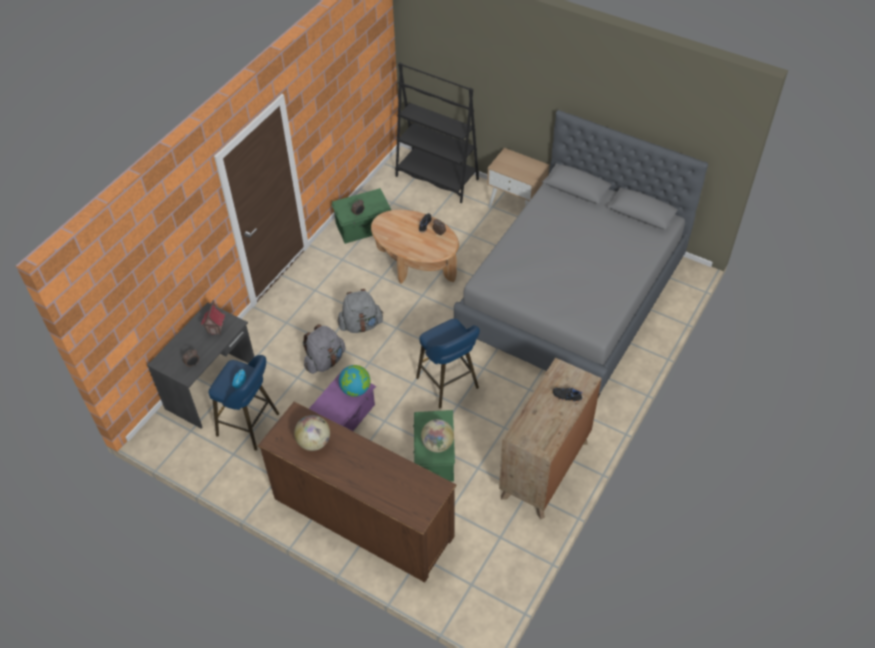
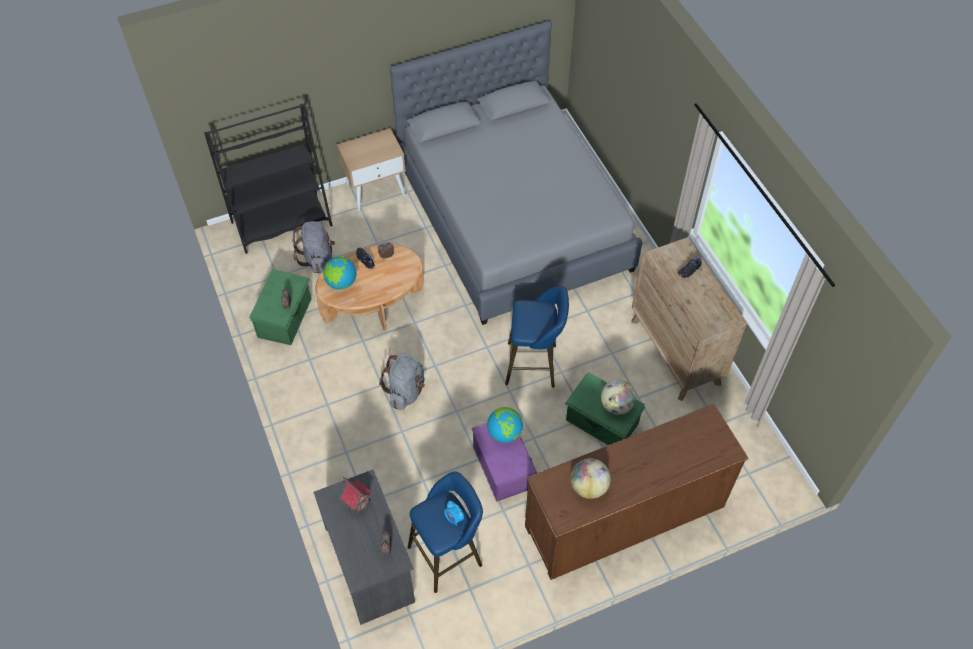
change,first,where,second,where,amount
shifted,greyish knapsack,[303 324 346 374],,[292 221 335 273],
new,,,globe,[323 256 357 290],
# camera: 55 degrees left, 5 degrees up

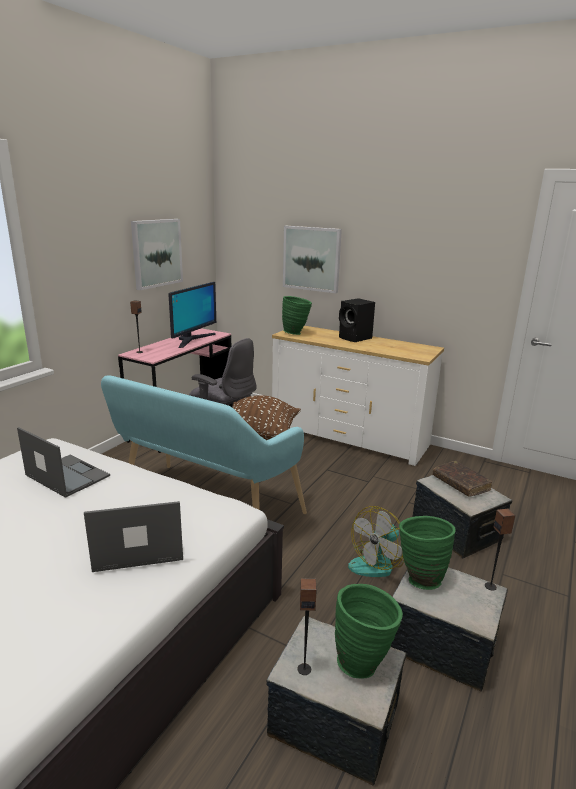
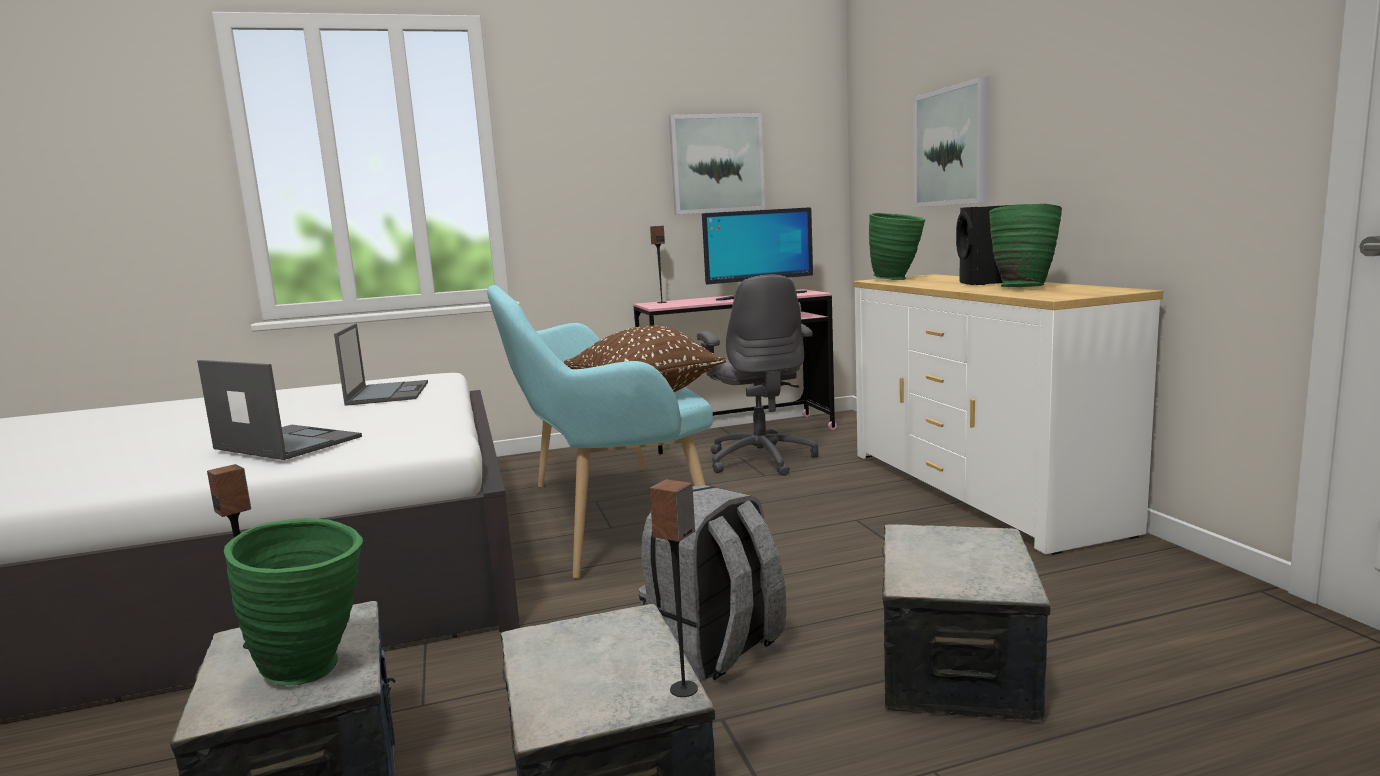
change,first,where,second,where,amount
swapped,fan,[348 506 404 577],greyish knapsack,[639 485 787 681],
shifted,green flower vase,[399 516 456 590],,[989 204 1062 287],
gone,brown book,[433 461 492 497],,,
# camera: 45 degrees right, 10 degrees down

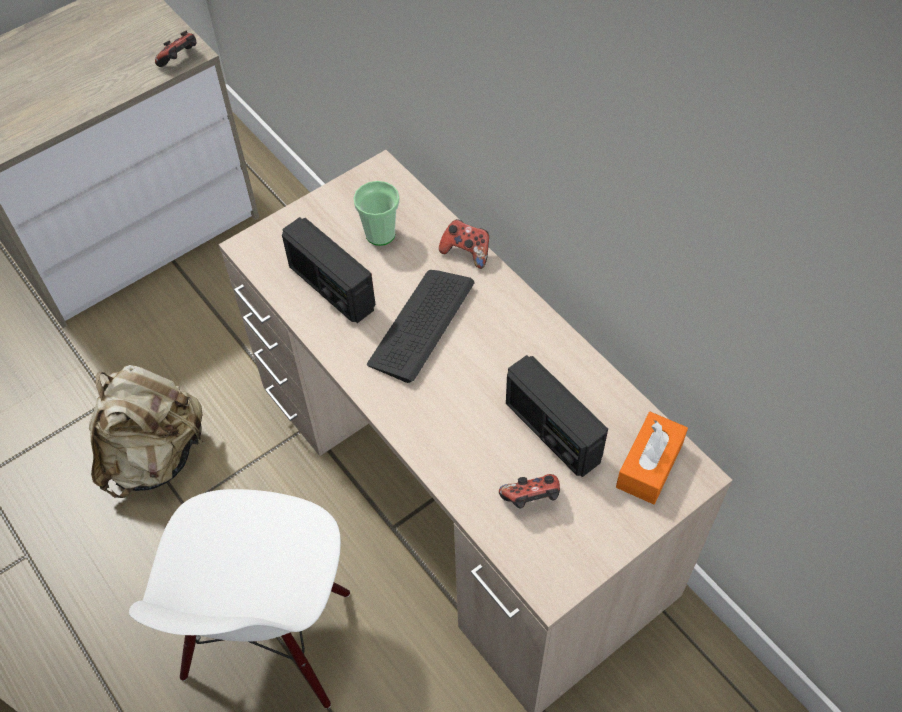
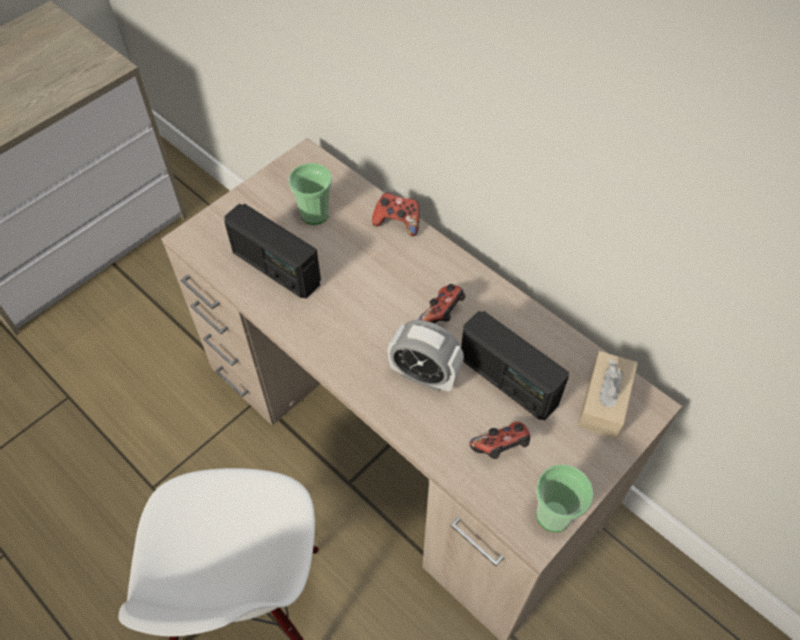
change,first,where,second,where,amount
new,,,bedside clock,[387 320 464 392],
shifted,game controller,[155 31 196 67],,[418 284 466 324],
new,,,cup,[536 464 594 532],
repainted,orange box of tissues,[616 412 688 505],beige box of tissues,[578 351 638 439],
gone,beige knapsack,[89 365 206 498],,,
gone,keyboard,[367 270 474 383],,,
# camera: 10 degrees left, 0 degrees up

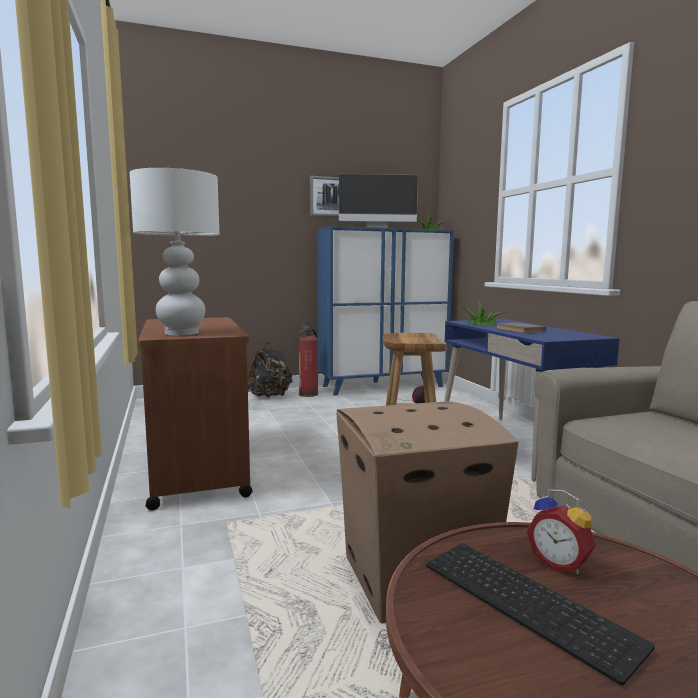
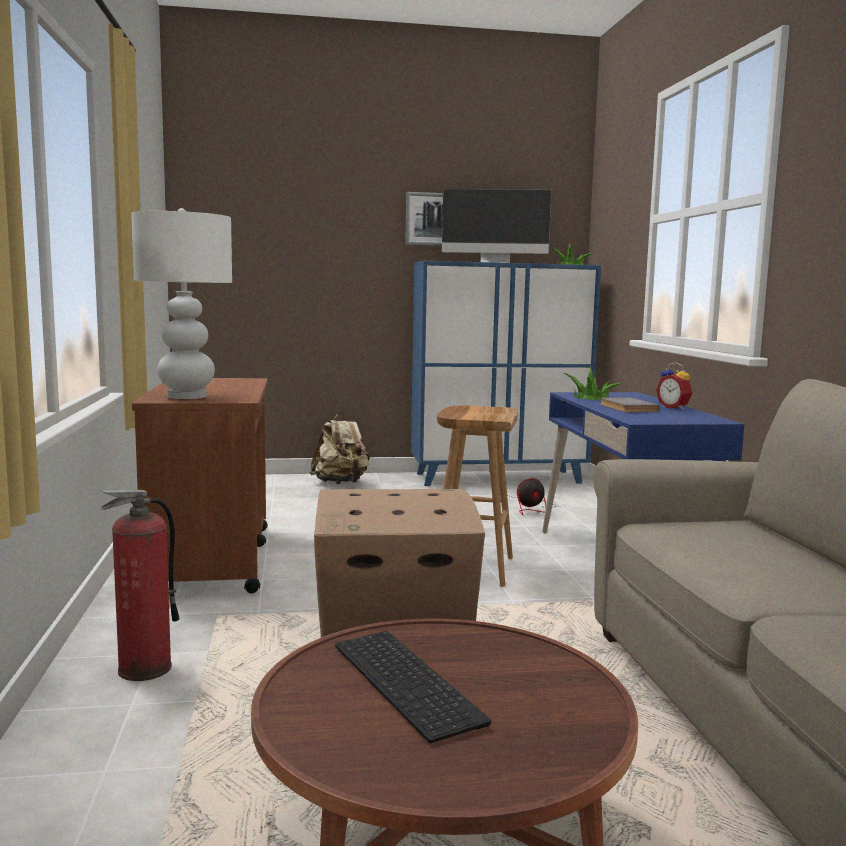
change,first,where,second,where,amount
shifted,extinguisher,[298 325 318 397],,[100 490 179 681],
repainted,blackish knapsack,[248 343 293 398],beige knapsack,[310 412 370 484],
shifted,bedside clock,[527 489 596 574],,[656 362 692 410],
# camera: 10 degrees right, 0 degrees up

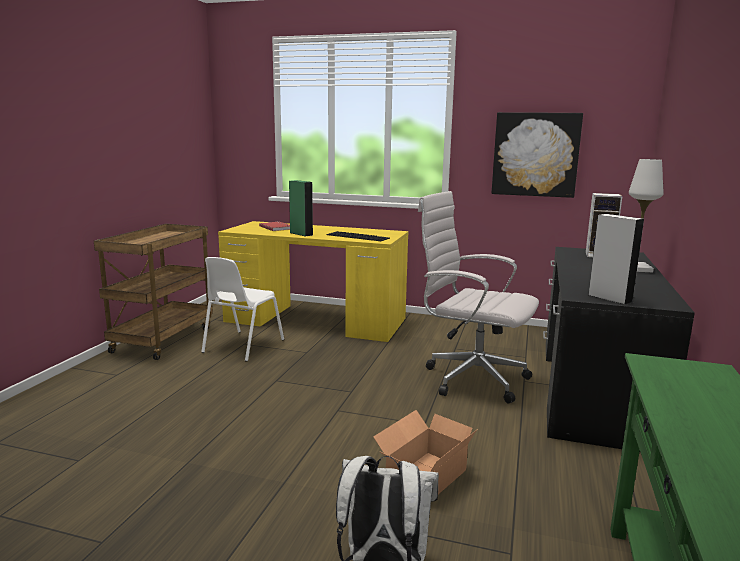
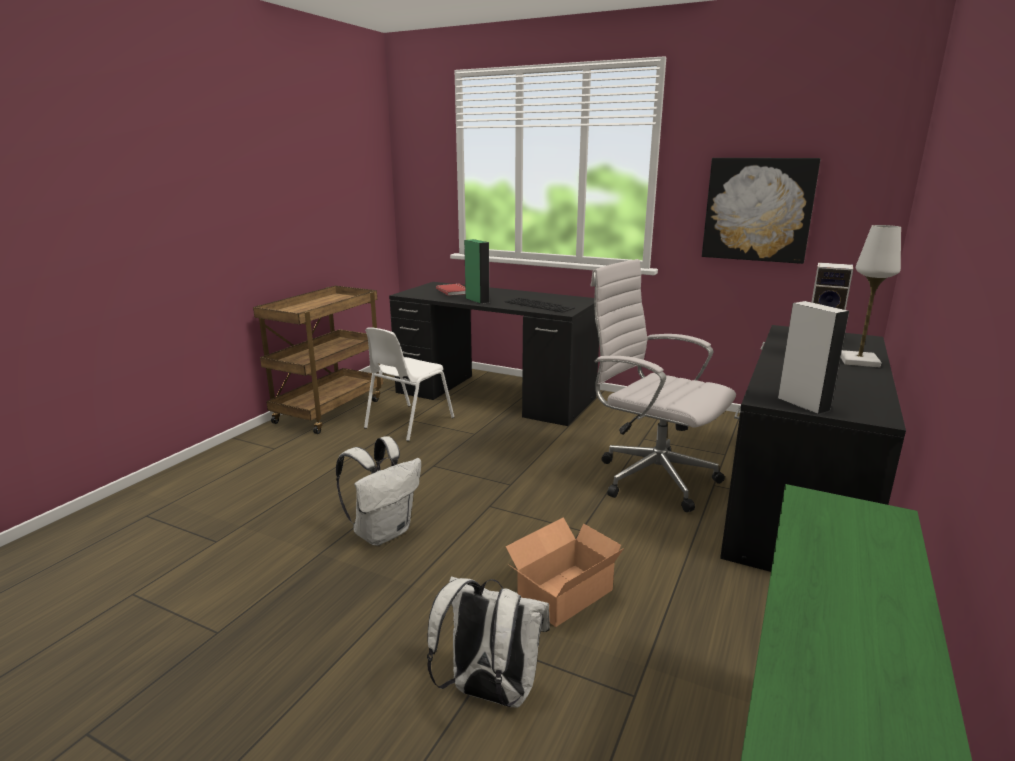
change,first,where,second,where,amount
new,,,white knapsack,[336 436 421 545],
repainted,yellow desk unit,[218 221 409 342],blackish desk unit,[389 282 599 426],
# camera: 10 degrees right, 5 degrees up

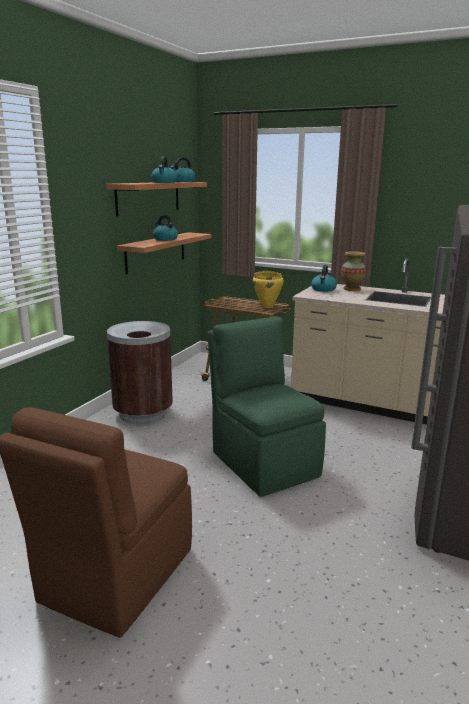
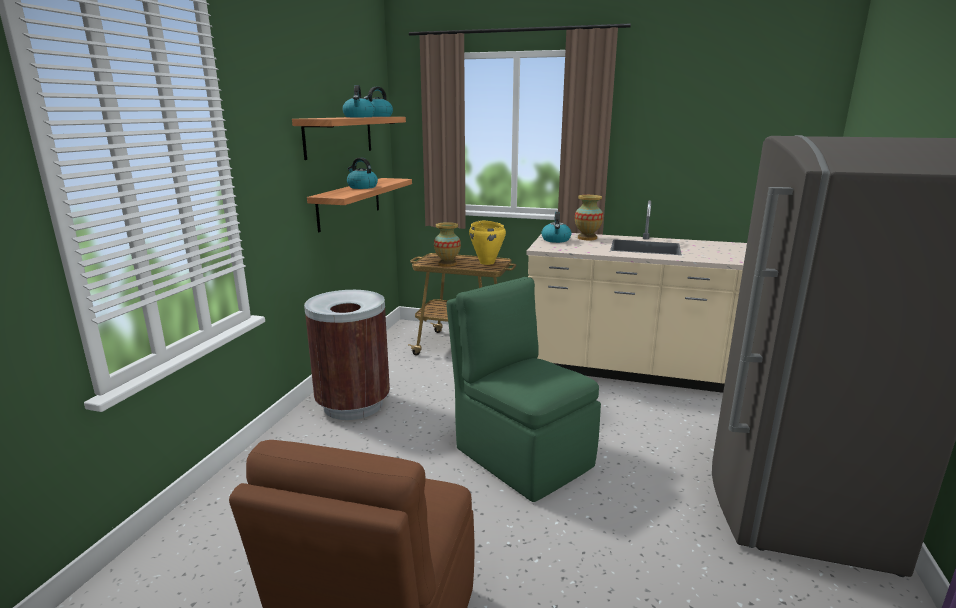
change,first,where,second,where,amount
new,,,flower vase,[434 222 461 267],
# camera: 10 degrees left, 0 degrees up

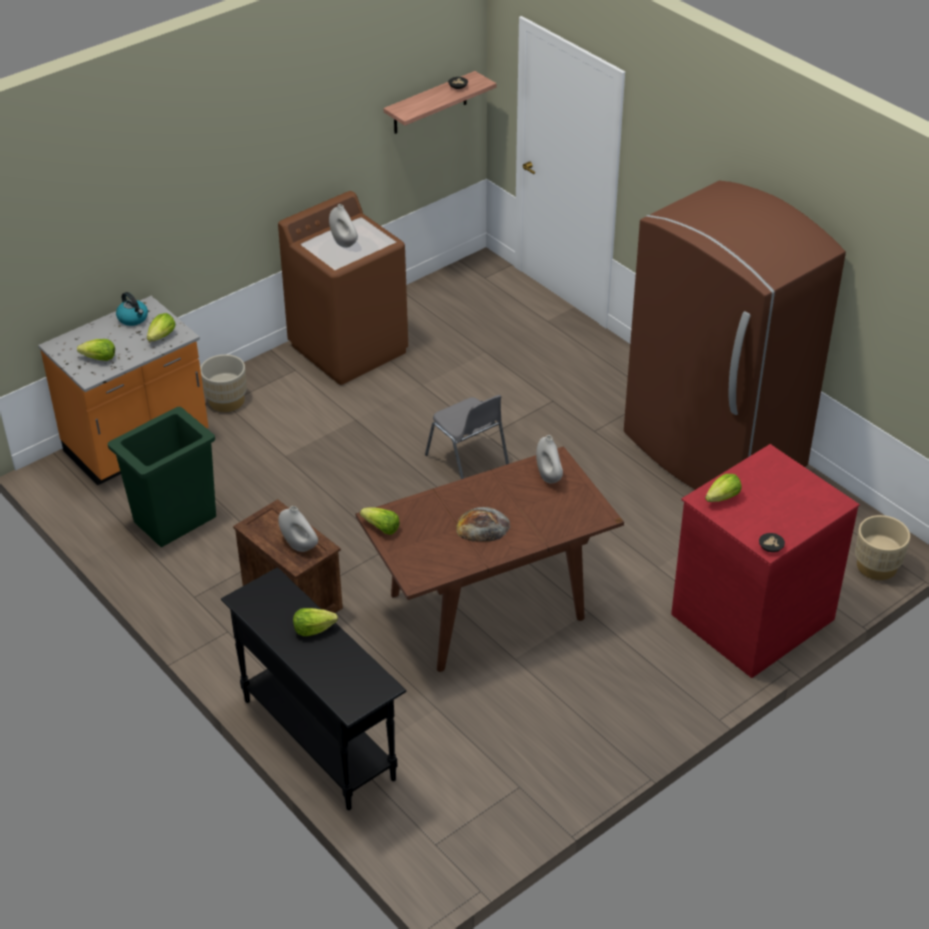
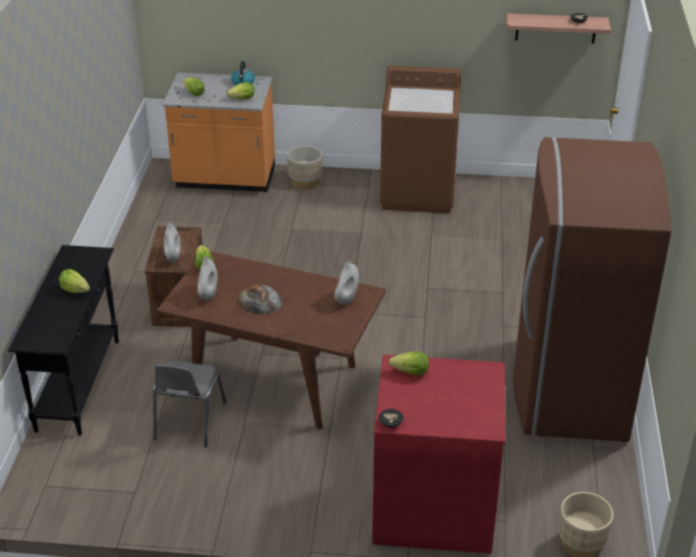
change,first,where,second,where,amount
shifted,greyish plain chair,[425 395 509 479],,[153 361 226 447],
shifted,white flower vase,[329 204 358 248],,[197 257 218 301],
gone,green trash can,[108 407 216 547],,,
# camera: 45 degrees right, 5 degrees down

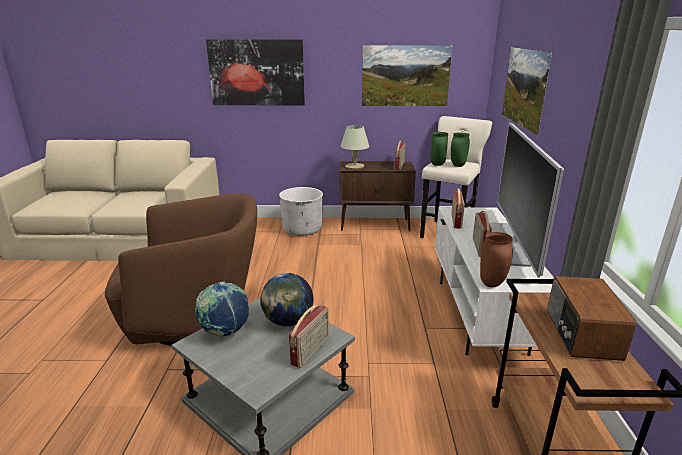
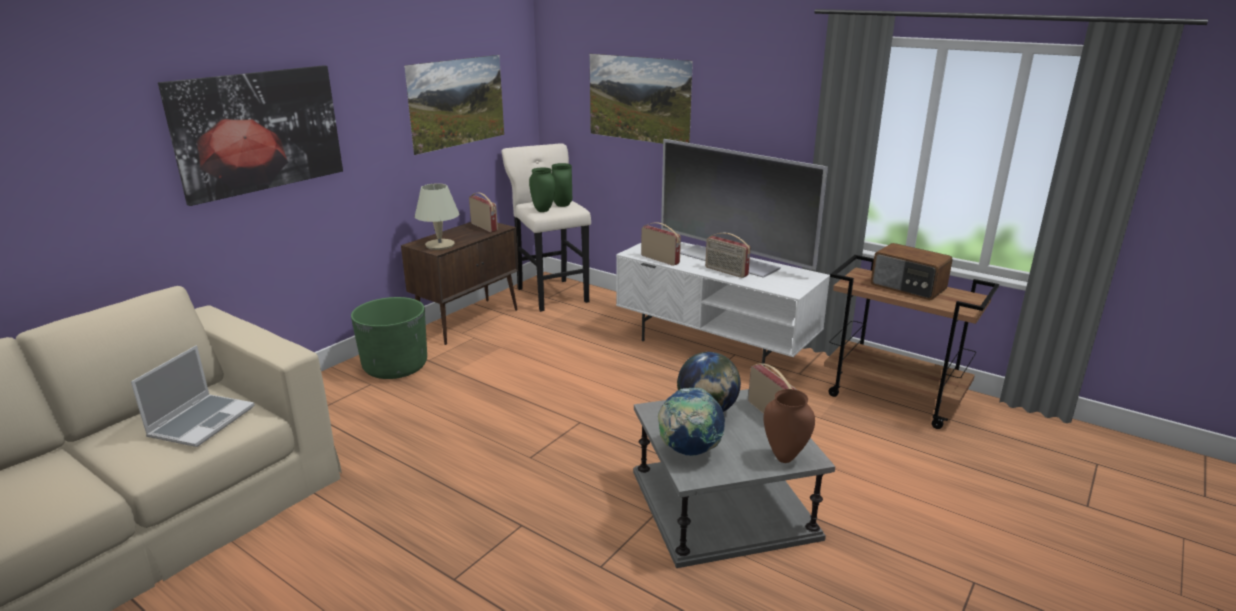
change,first,where,second,where,amount
new,,,portable computer,[131 345 255 447],
repainted,white flower pot,[279 187 323 236],green flower pot,[351 297 427 379],
shifted,brown flower vase,[480 232 513 287],,[763 389 815 463],
gone,brown easy chair,[105 193 257 346],,,
# camera: 55 degrees left, 0 degrees up

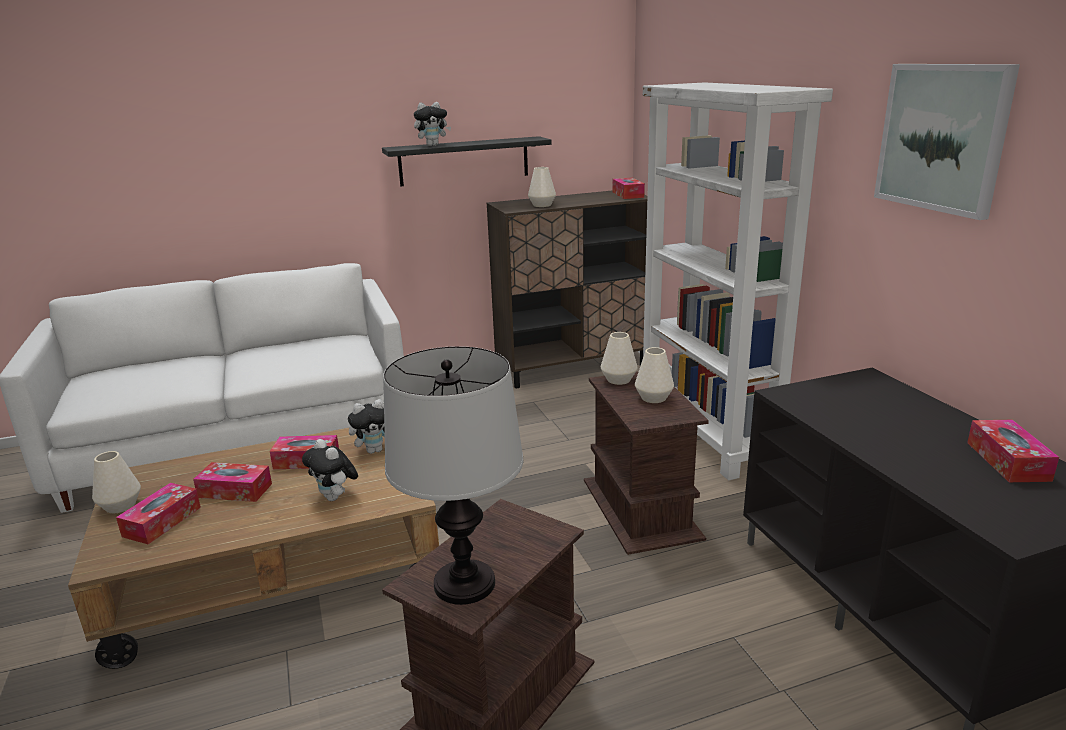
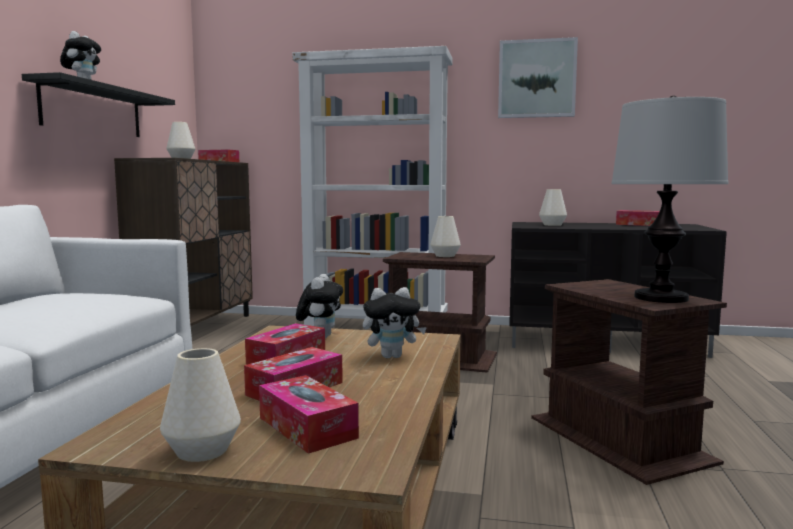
change,first,where,second,where,amount
shifted,white flower vase,[601 332 638 385],,[539 189 567 226],
# camera: 60 degrees left, 15 degrees down

